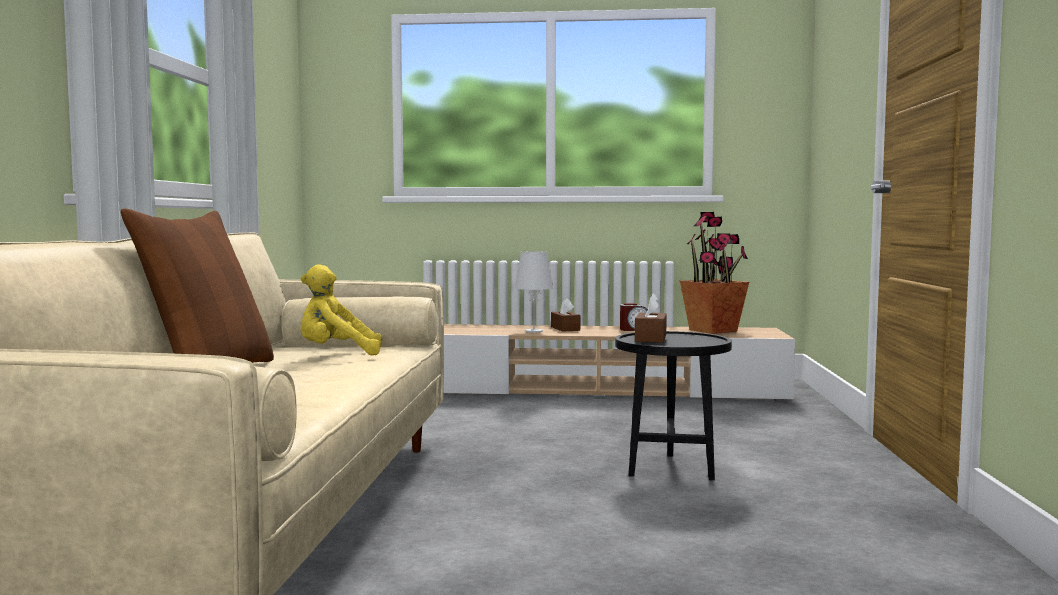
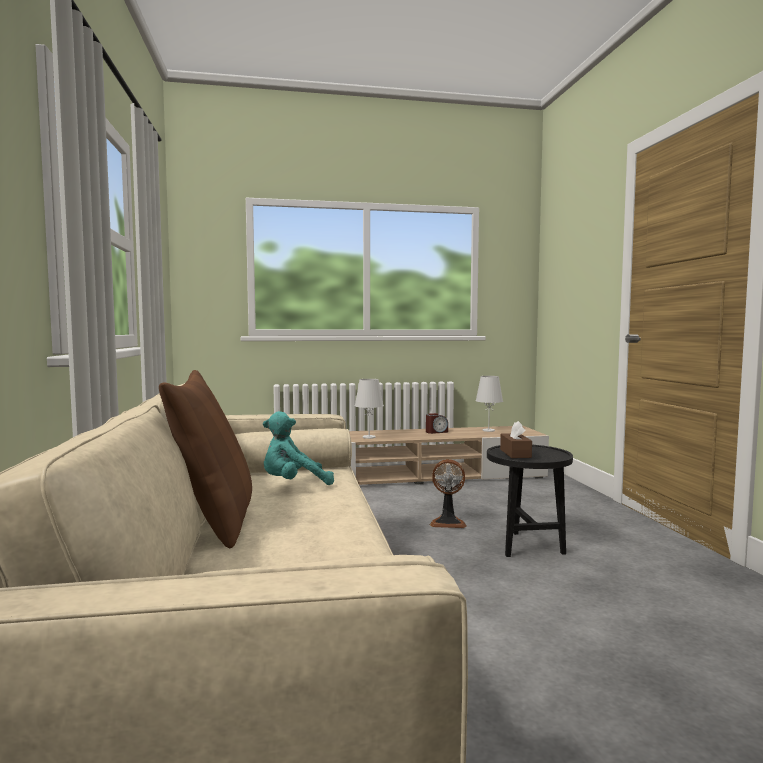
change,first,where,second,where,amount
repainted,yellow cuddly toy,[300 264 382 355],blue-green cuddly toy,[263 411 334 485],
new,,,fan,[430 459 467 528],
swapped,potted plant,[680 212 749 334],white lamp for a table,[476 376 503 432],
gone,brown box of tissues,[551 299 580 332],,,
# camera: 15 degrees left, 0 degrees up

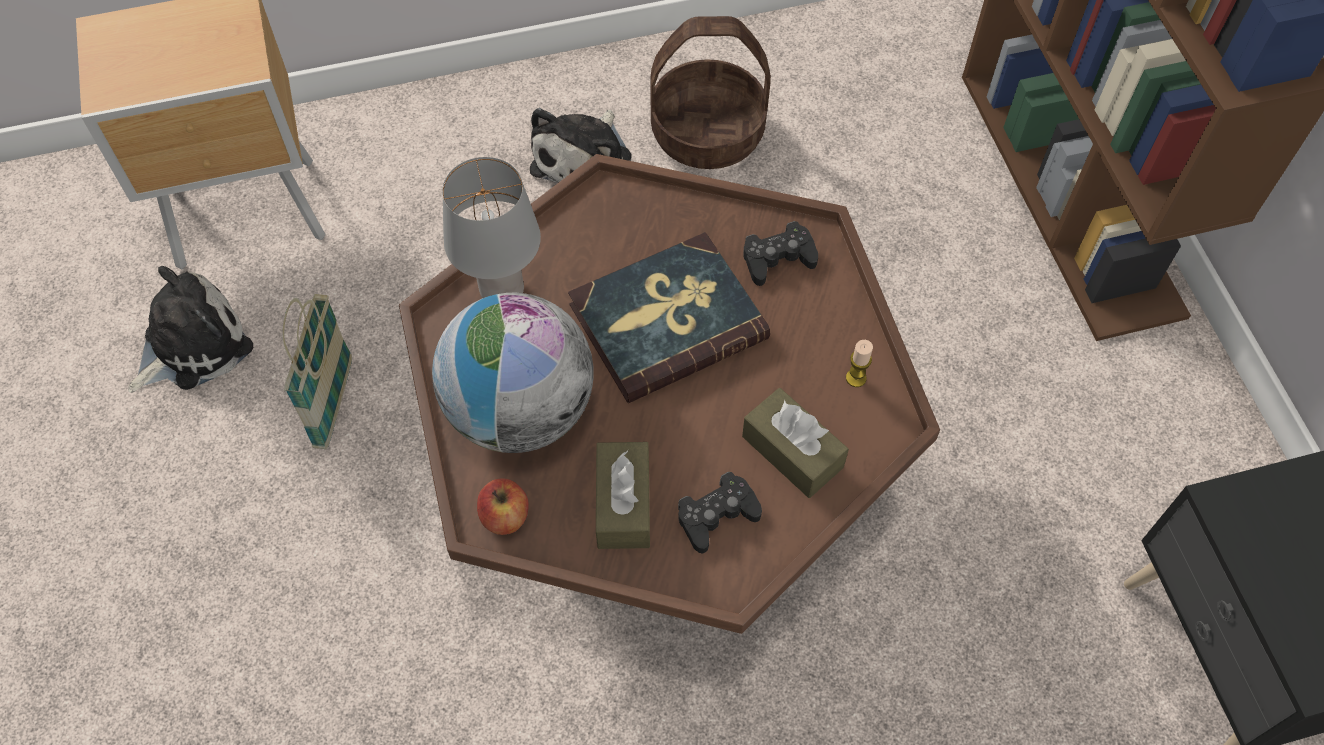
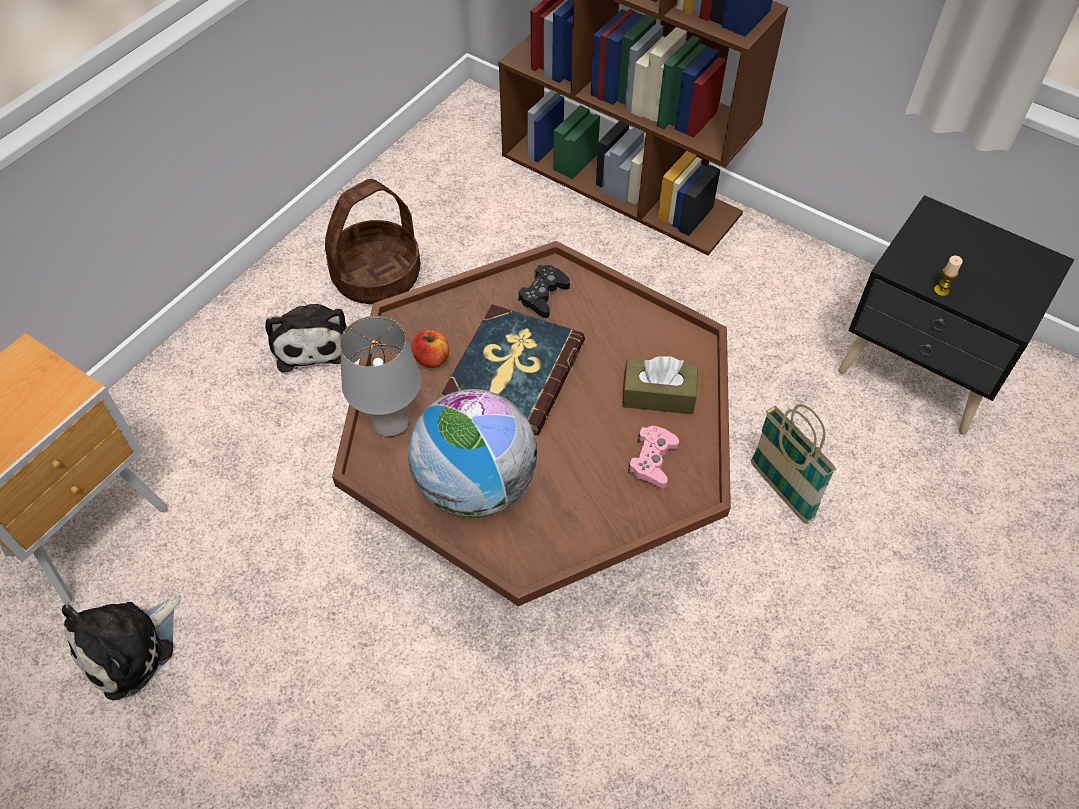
change,first,where,second,where,amount
rotated,cuddly toy,[128 266 253 393],,[61 593 181 700],150 degrees counterclockwise
shifted,apple fruit,[477 479 529 535],,[411 329 449 368],
repainted,blackish game controller,[678 472 762 553],pink-coloured game controller,[628 426 679 488],
shifted,storage basket,[282 294 352 449],,[751 404 836 524],
shifted,wax light,[846 340 873 387],,[934 256 963 296],
gone,brown box of tissues,[596 442 650 549],,,
# camera: 40 degrees left, 5 degrees down

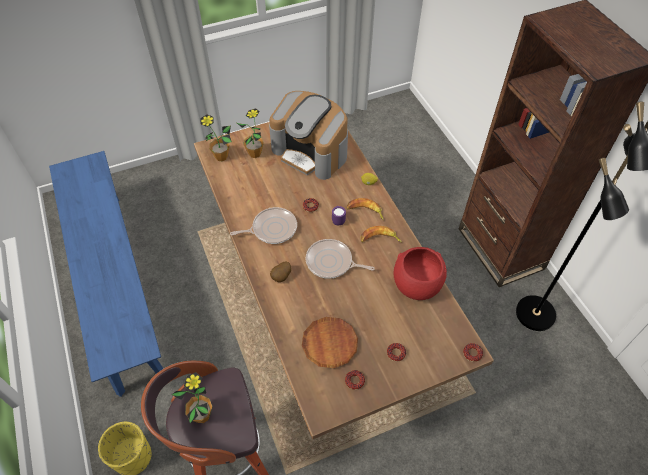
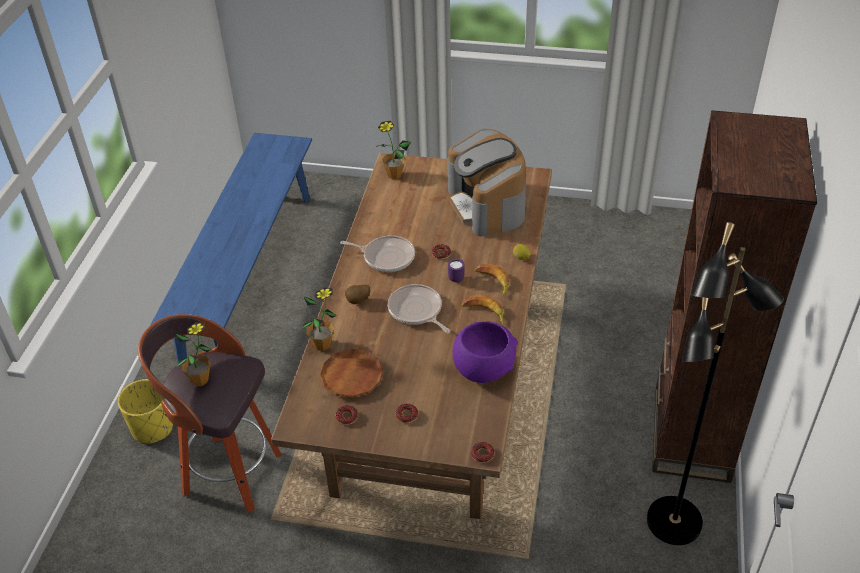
change,first,where,second,where,amount
shifted,potted plant,[237 108 264 158],,[301 288 337 351],
repainted,red-coloured deep dish,[394 247 447 300],purplish deep dish,[453 321 518 383],
# camera: 35 degrees right, 10 degrees down

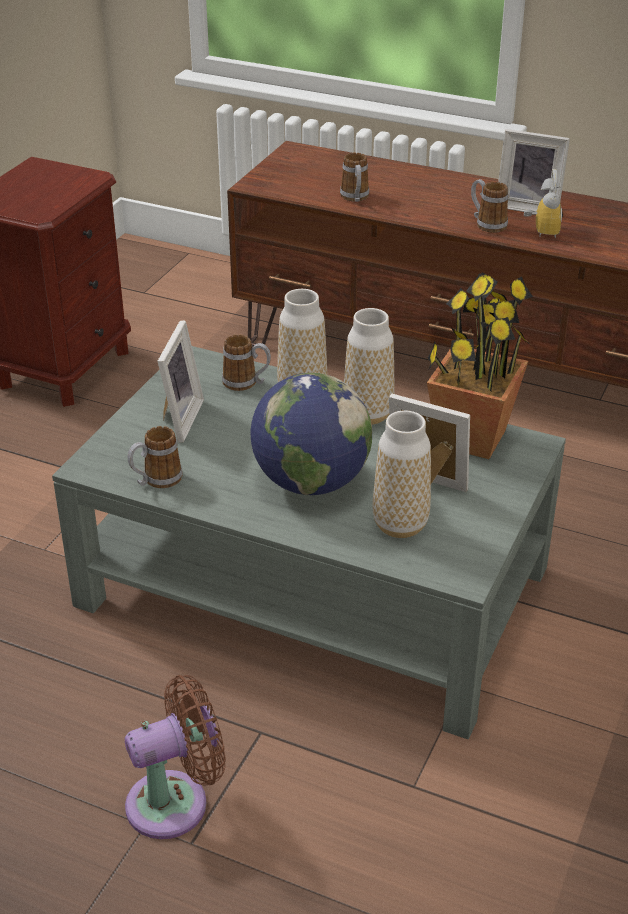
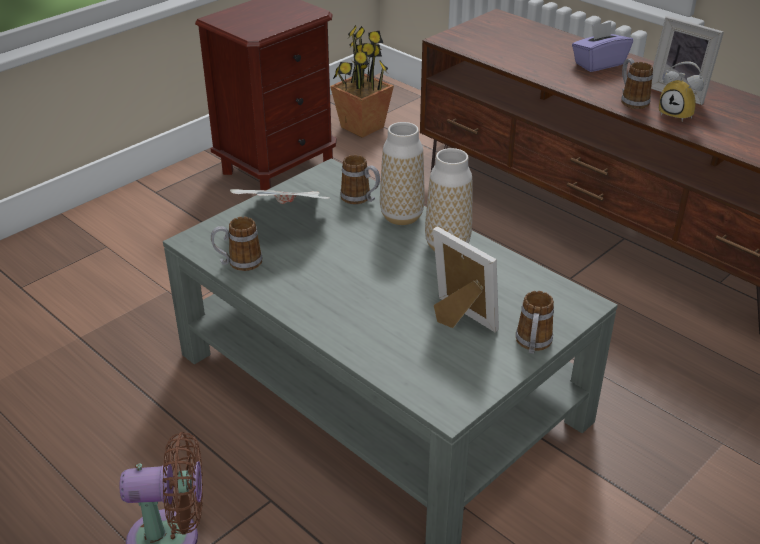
change,first,where,second,where,amount
swapped,picture frame,[157 320 204 443],newspaper,[230 189 330 204],
shifted,potted plant,[427 272 533 459],,[330 25 394 138],
shifted,mug,[340 153 369 202],,[516 291 554 354],
new,,,purplish box of tissues,[572 22 633 72],
rotated,bedside clock,[524 169 563 238],,[659 61 704 121],105 degrees clockwise
gone,globe,[250 373 372 495],,,
gone,flower vase,[373 410 431 538],,,
# camera: 20 degrees right, 0 degrees up

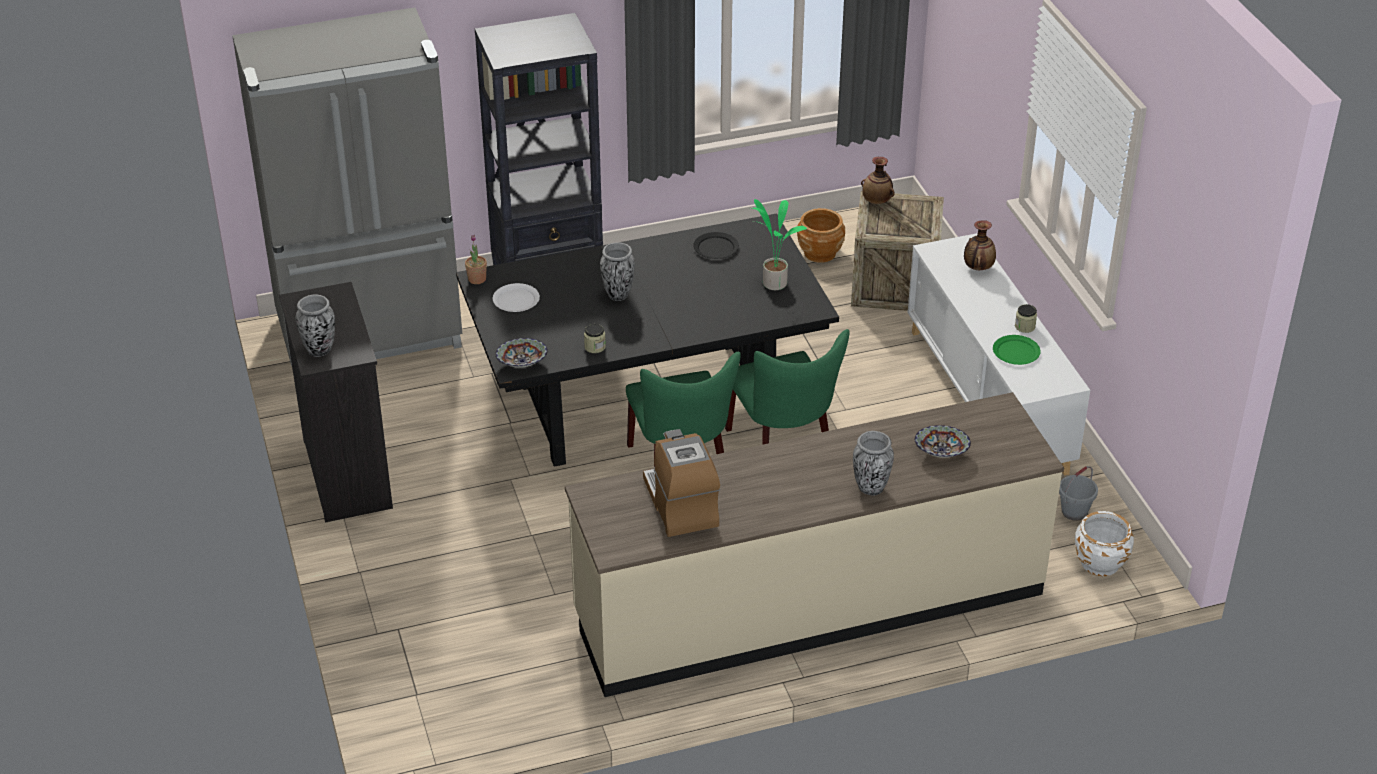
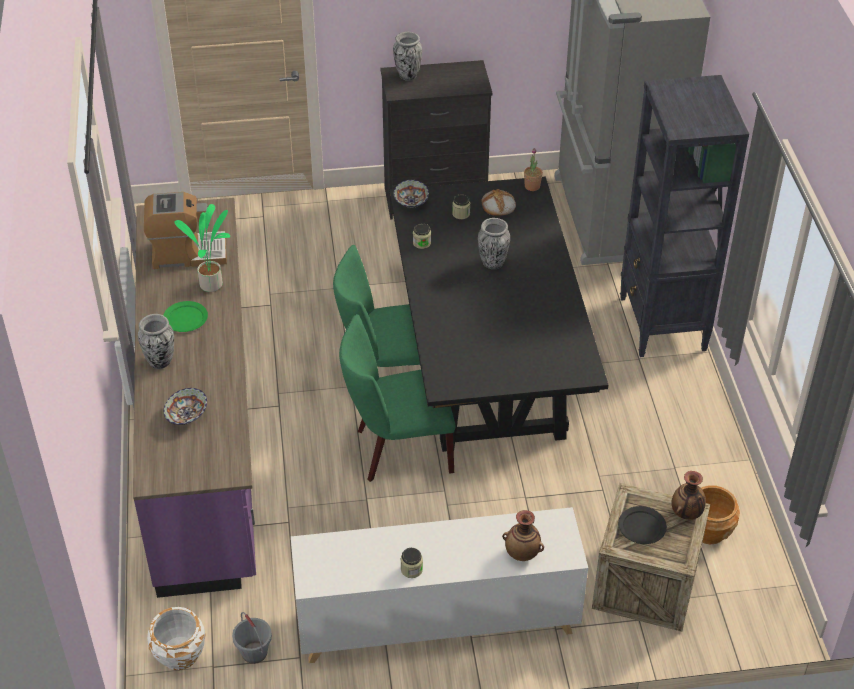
change,first,where,second,where,amount
repainted,beige counter,[565 392 1064 697],purplish counter,[133 198 256 598],
shifted,green plate,[993 335 1041 365],,[163 301 208 332],
shifted,potted plant,[749 199 807 290],,[175 204 230 292],
new,,,preserve jar,[452 195 470 219],
swapped,white plate,[493 283 540 312],bakery bread,[482 189 516 216],
shifted,blackish plate,[693 232 739 259],,[618 506 667 544],
# camera: 100 degrees right, 5 degrees up

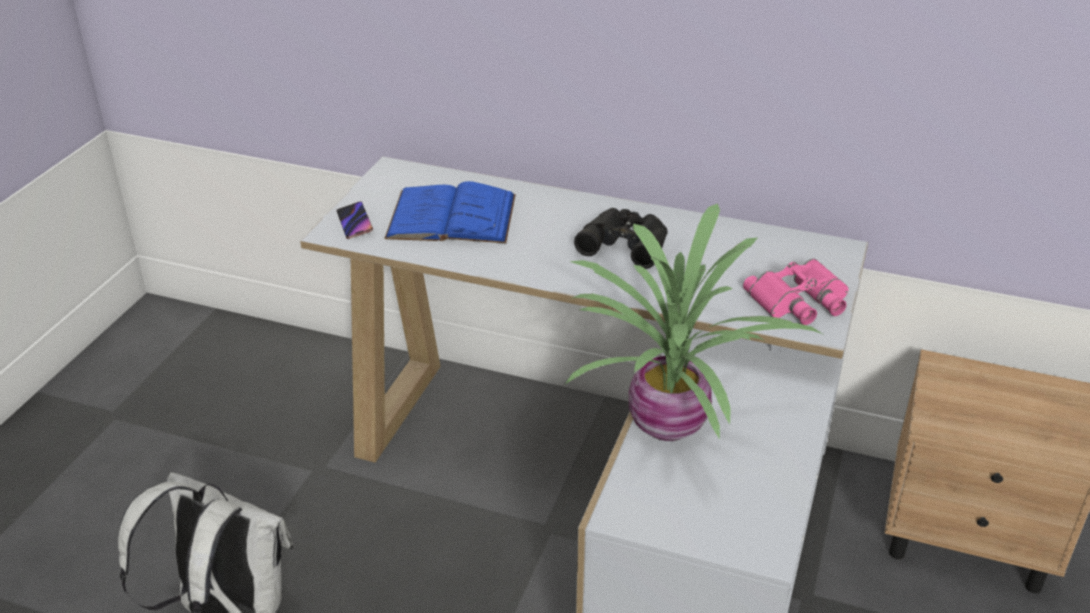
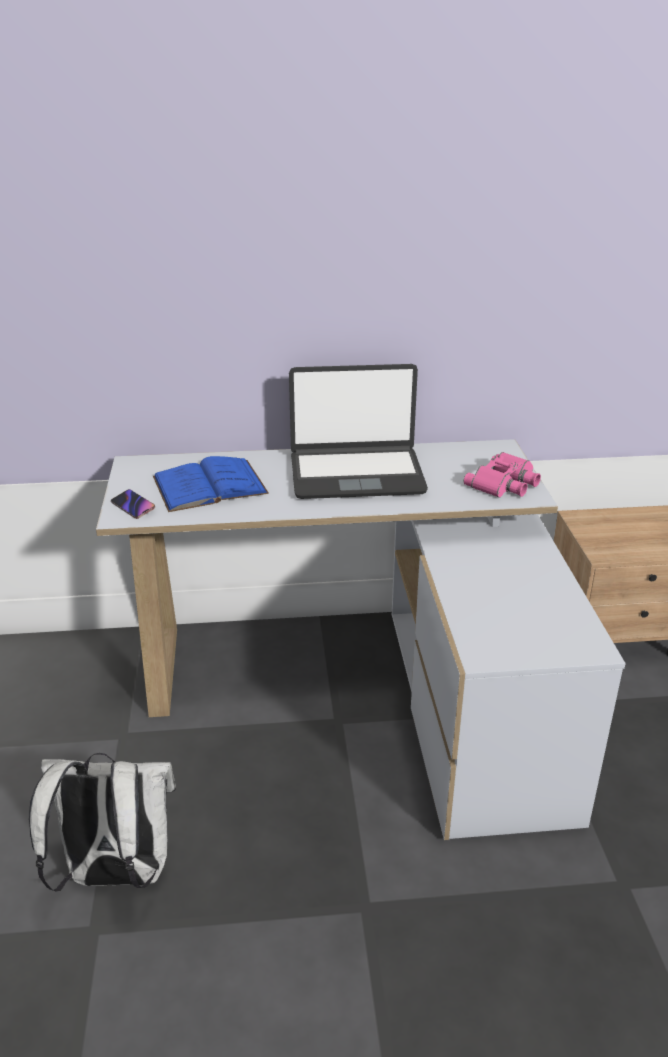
change,first,where,second,where,amount
swapped,blackish pair of binoculars,[574 208 668 269],portable computer,[289 364 428 499],
gone,potted plant,[565 203 822 441],,,
# camera: 25 degrees left, 5 degrees down

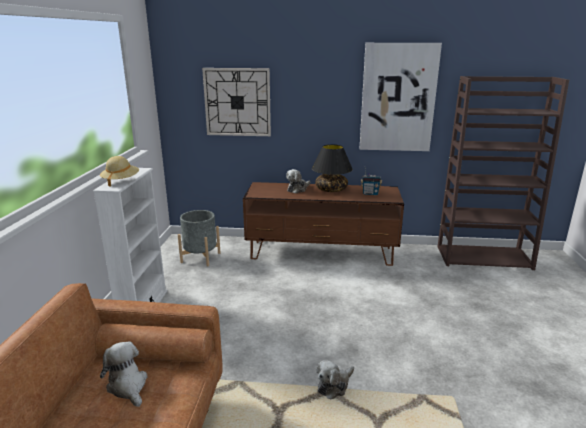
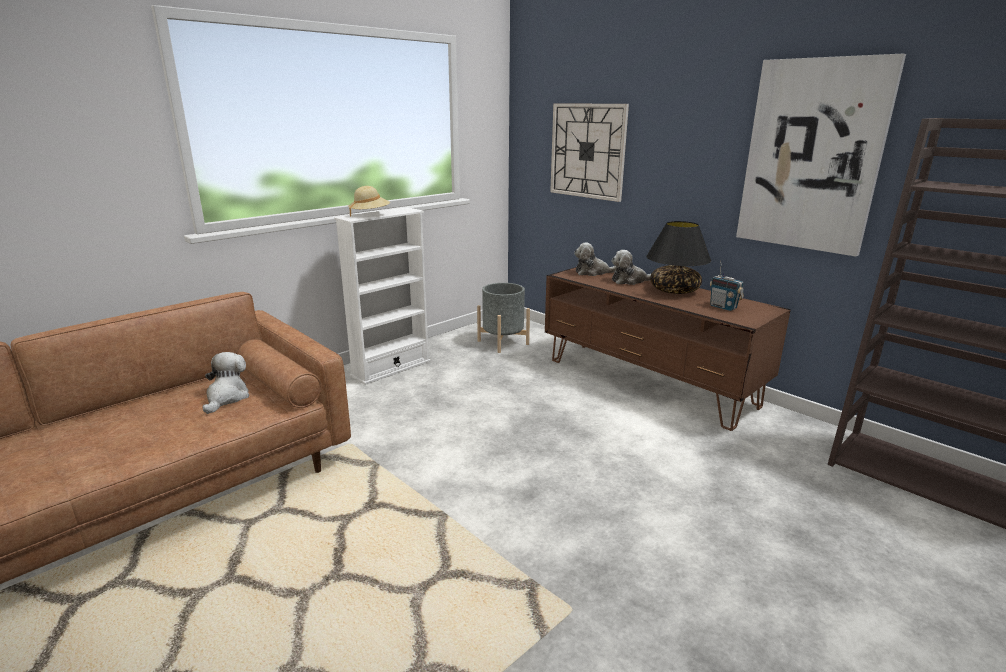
change,first,where,second,where,amount
shifted,cuddly toy,[316 360 354 399],,[574 242 616 276],
# camera: 40 degrees right, 0 degrees up

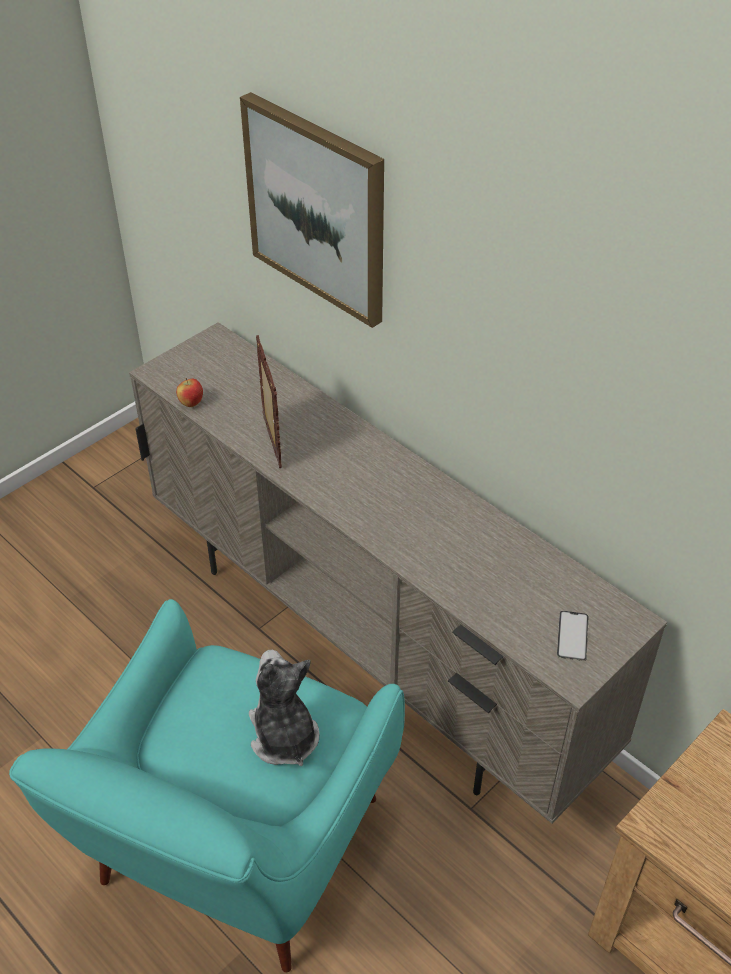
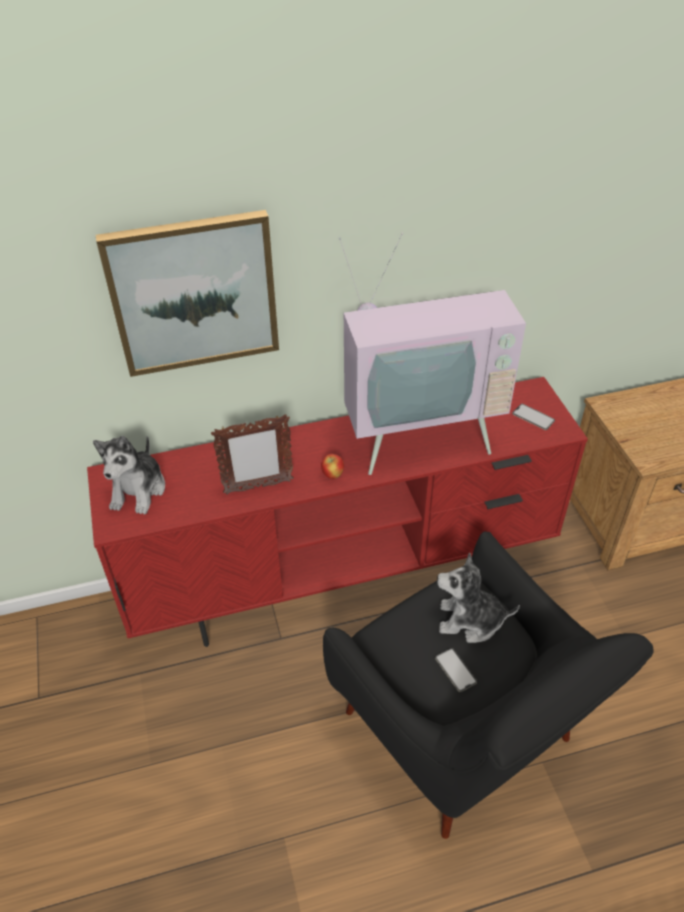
change,first,where,second,where,amount
repainted,beige tv stand,[129 322 667 824],red-coloured tv stand,[87 377 588 647],
new,,,cuddly toy,[93 436 165 514],
rotated,picture frame,[256 335 282 468],,[211 414 294 495],150 degrees clockwise
shifted,apple fruit,[176 378 203 407],,[321 454 344 479],
repainted,blue-green easy chair,[9 599 405 972],blackish easy chair,[323 531 654 839],
new,,,television,[339 233 526 475],
new,,,telephone,[435 648 477 692],
# camera: 60 degrees left, 0 degrees up

